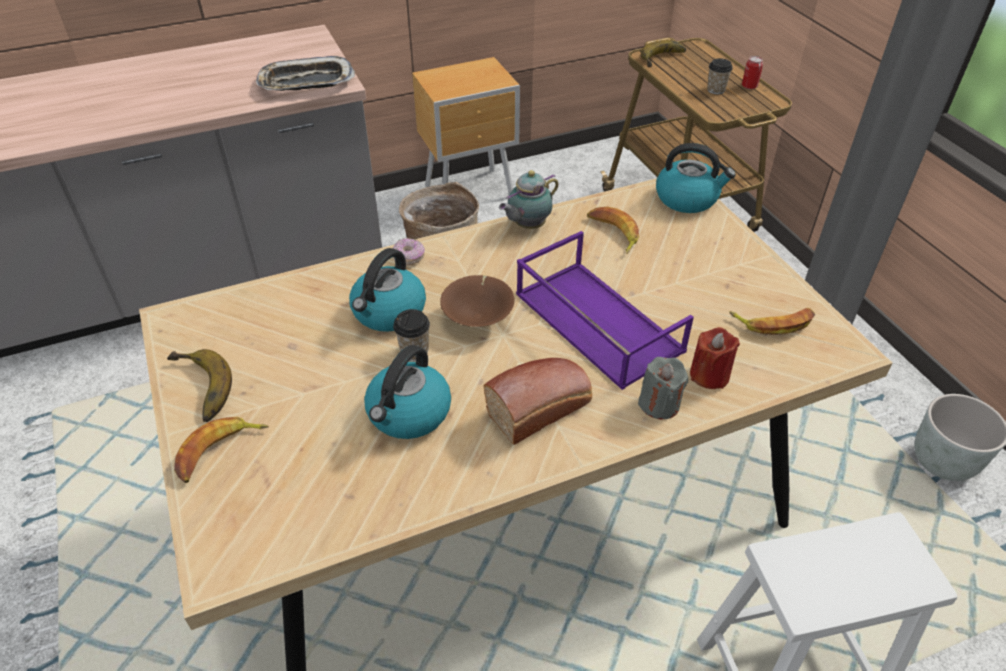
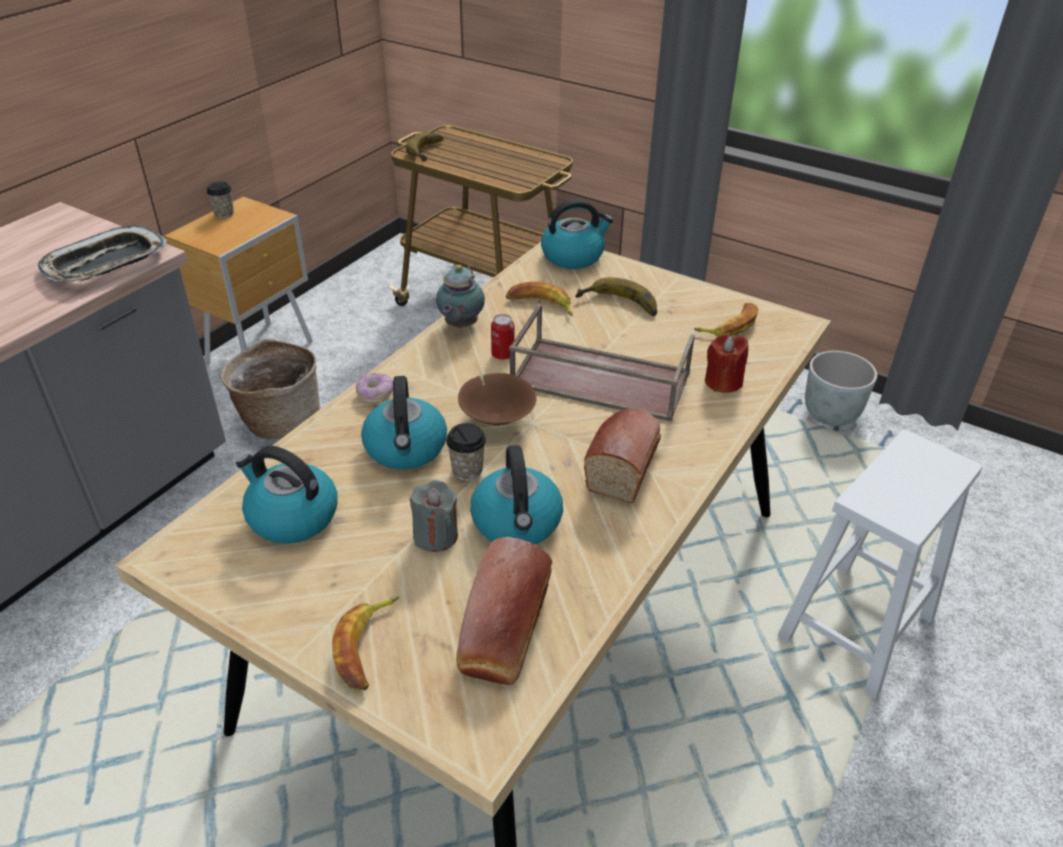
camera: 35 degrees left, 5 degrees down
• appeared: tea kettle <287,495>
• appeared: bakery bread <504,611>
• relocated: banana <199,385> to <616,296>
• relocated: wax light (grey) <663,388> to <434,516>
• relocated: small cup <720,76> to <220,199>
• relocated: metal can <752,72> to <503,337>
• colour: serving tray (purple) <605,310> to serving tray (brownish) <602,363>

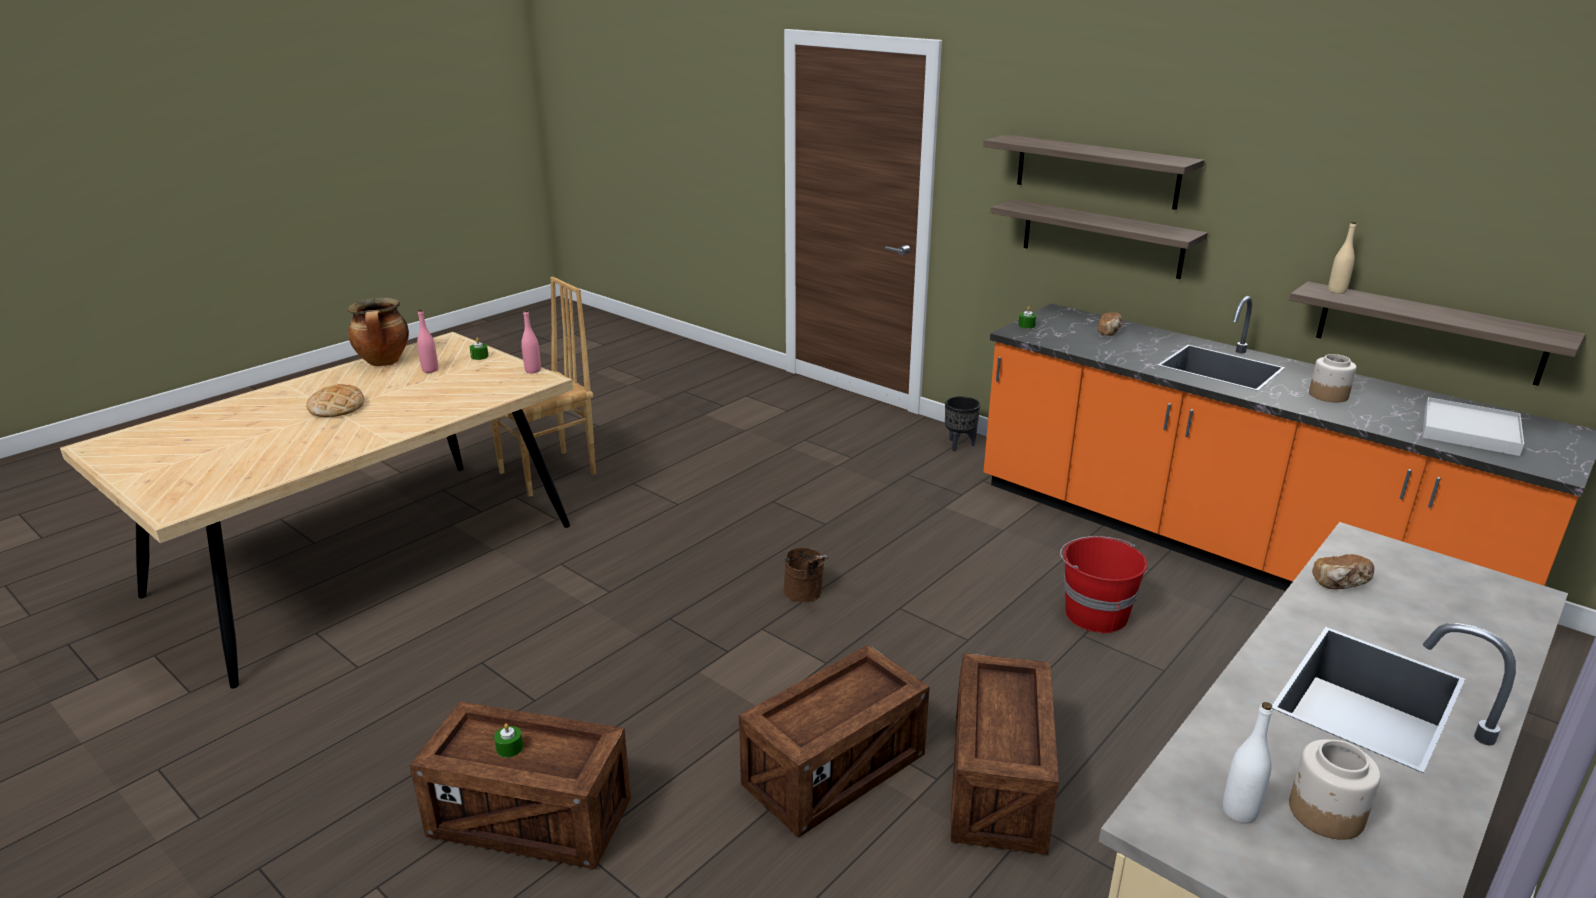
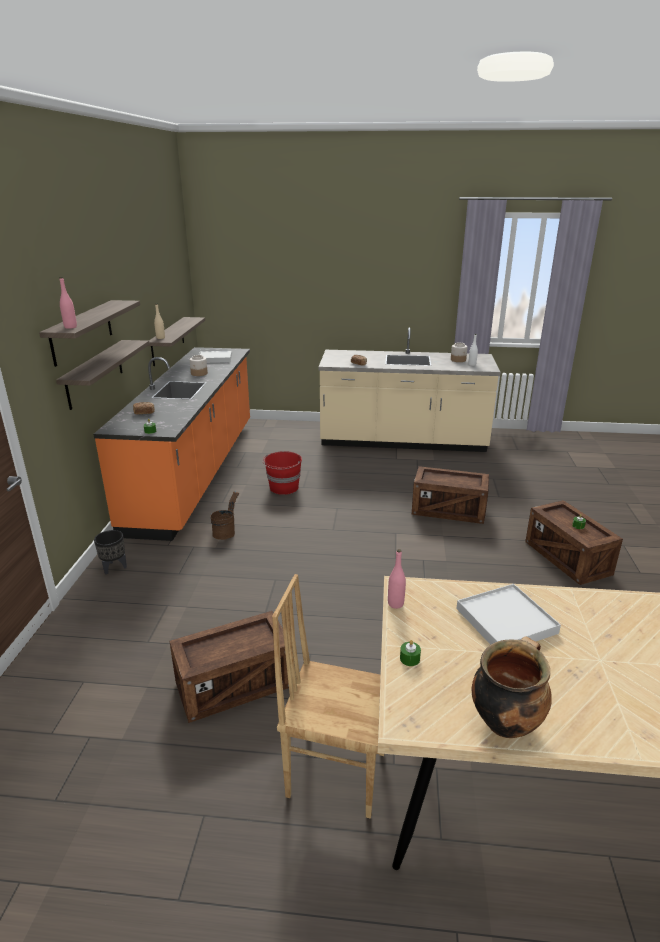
camera: 125 degrees left, 0 degrees up
• missing: bakery bread <335,400>
• appeared: serving tray (white-coloured) <508,614>
• relocated: drink bottle (pink) <427,341> to <68,303>
• relocated: bucket (brownish) <805,575> to <224,515>
• relocated: crate <1005,754> to <229,667>

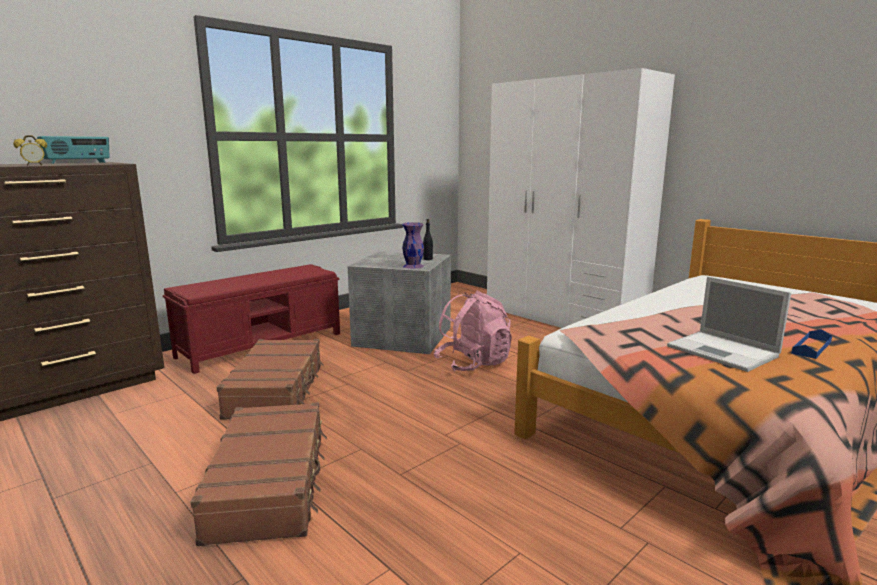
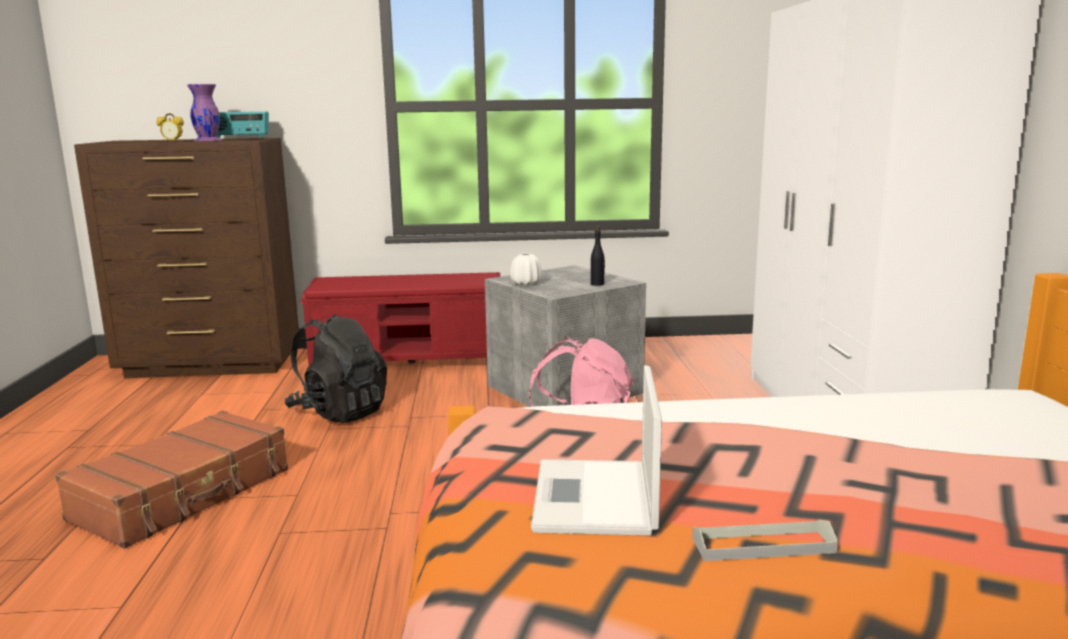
camera: 40 degrees right, 0 degrees up
• appeared: vase (white-coloured) <526,269>
• relocated: vase (purple) <413,245> to <204,112>
• exchanged: travel case (brownish) <270,379> to backpack (black-coloured) <336,368>
• colour: serving tray (blue) <811,344> to serving tray (grey) <765,540>

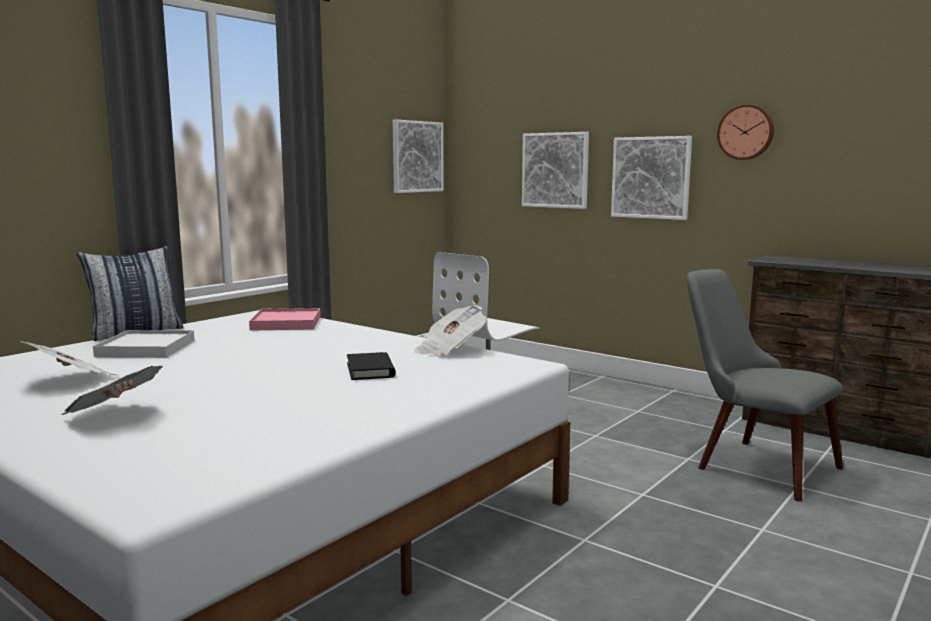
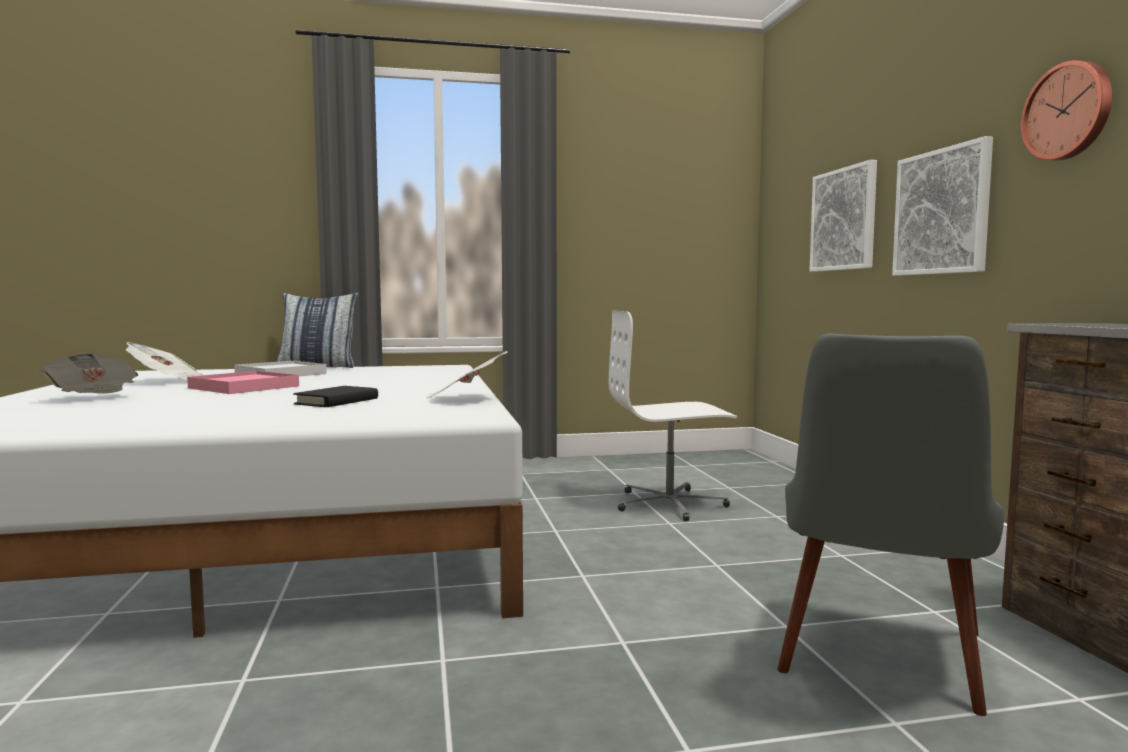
camera: 40 degrees right, 5 degrees down
• missing: wall picture <418,156>
• relocated: serving tray (pink) <285,319> to <243,382>
• spun: chair (grey) <764,385> = <890,525> 150 degrees counterclockwise

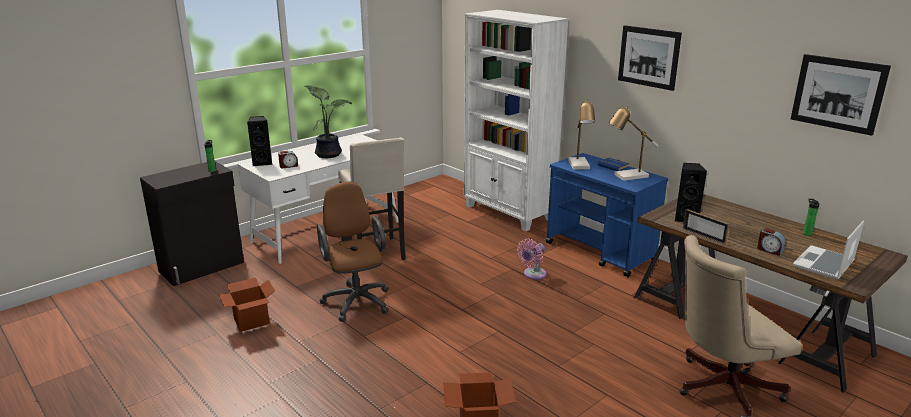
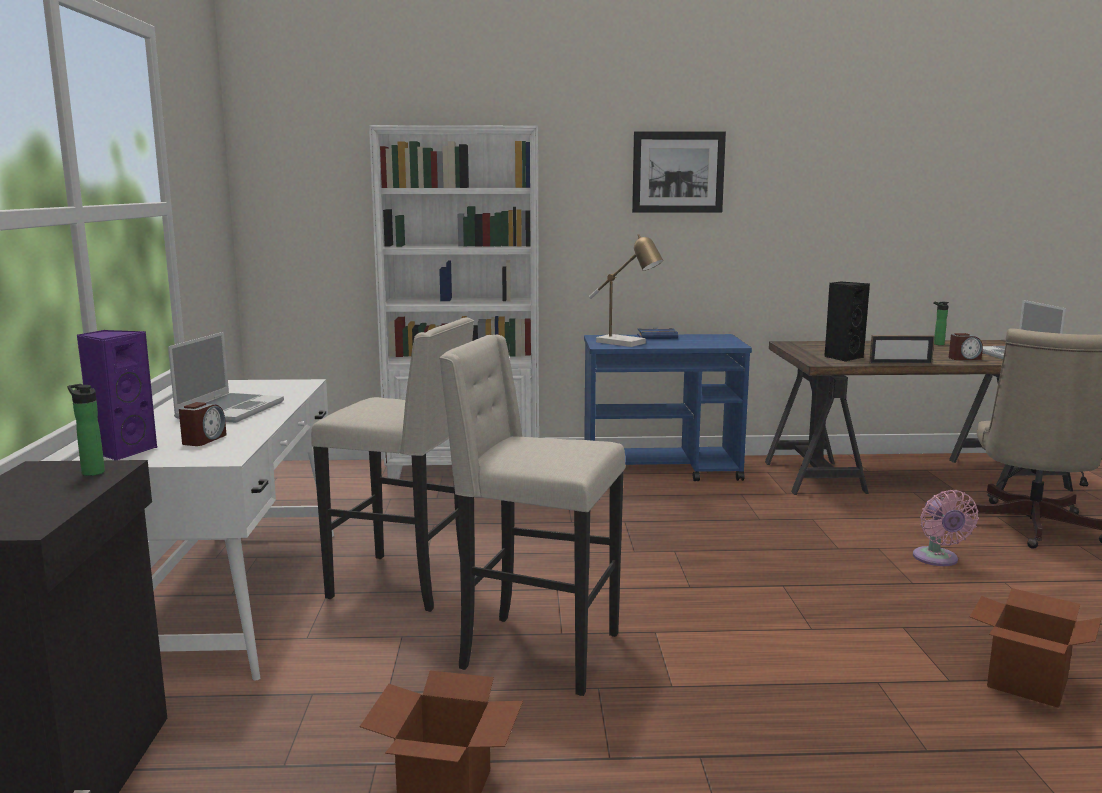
camera: 50 degrees left, 10 degrees down
• missing: table lamp <633,143>
• missing: wall picture <841,95>
• relocated: electric fan (pink) <532,259> to <946,528>
• exchanged: potted plant <328,121> to notebook computer <226,377>
• exchanged: office chair (brownish) <353,252> to sitting stool (sand-coloured) <532,515>
• colour: audio speaker (black-coloured) <259,141> to audio speaker (purple) <116,395>

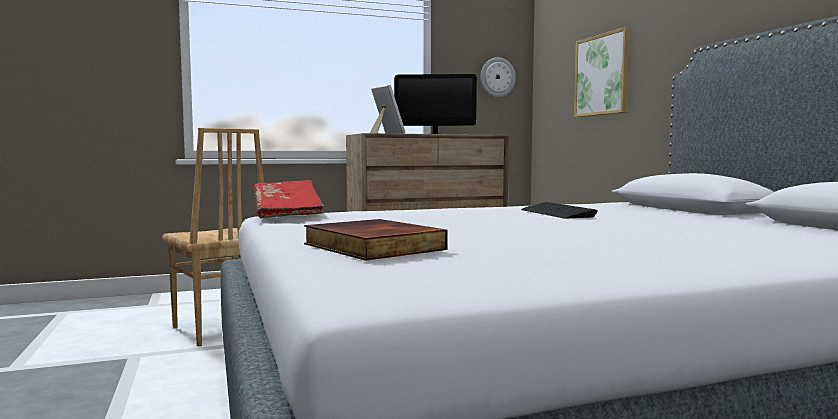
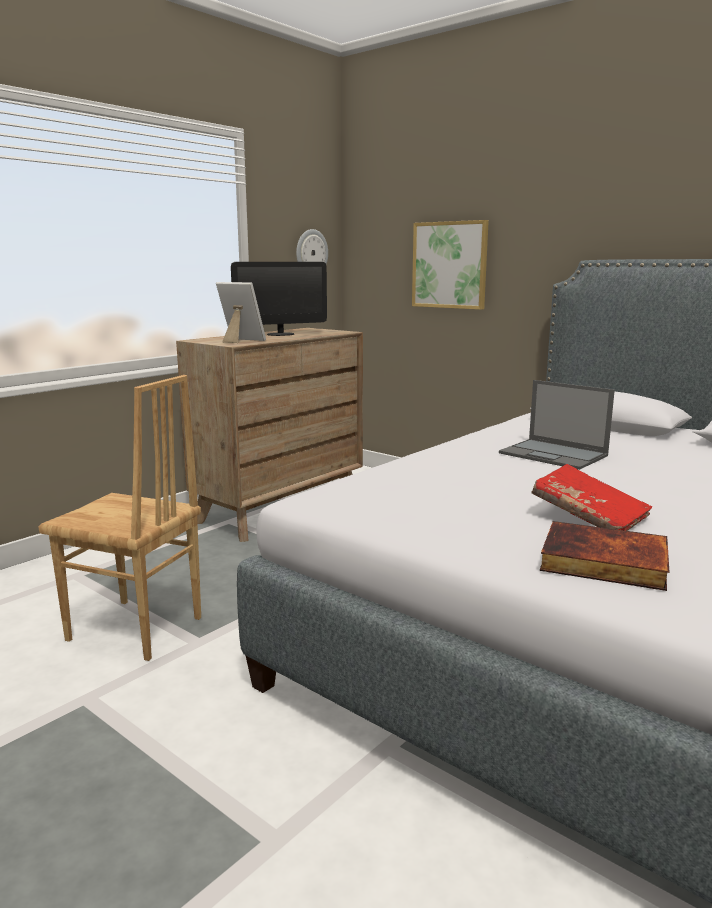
camera: 30 degrees left, 10 degrees up
• relocated: book (red-coloured) <288,199> to <591,497>
• exchanged: keyboard <559,210> to notebook computer <557,425>

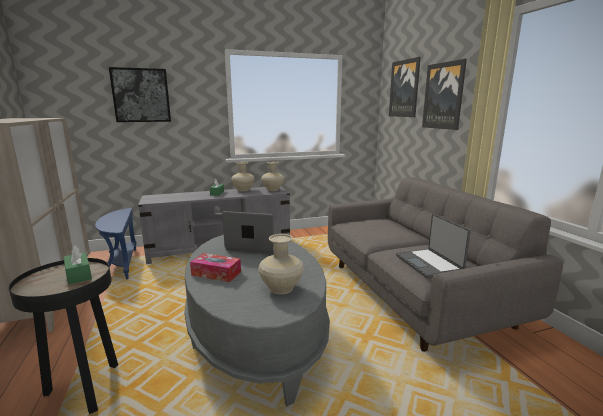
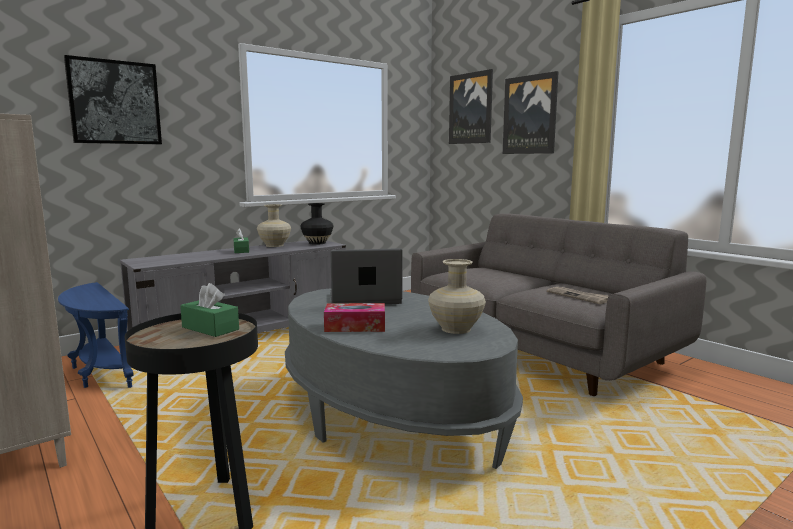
camera: 20 degrees left, 5 degrees down
• exchanged: notebook computer <433,246> to newspaper <578,295>
• colour: vase (sand-coloured) <272,176> to vase (black-coloured) <316,224>

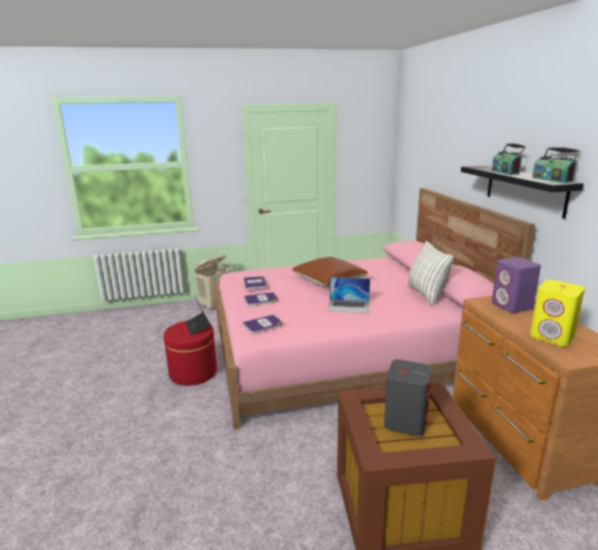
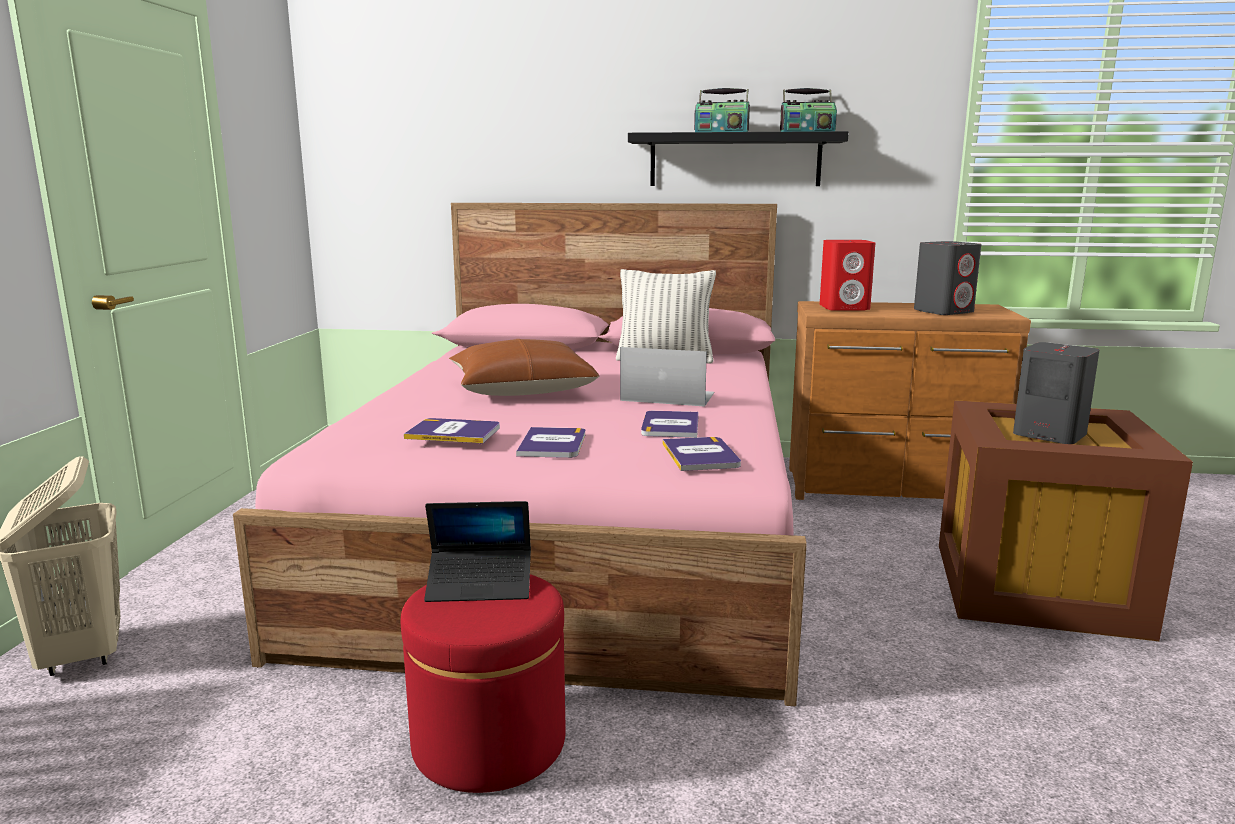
camera: 70 degrees left, 5 degrees down
• appeared: book <670,424>
• colour: audio speaker (purple) <516,285> to audio speaker (red-coloured) <847,275>
• colour: audio speaker (yellow-coloured) <557,313> to audio speaker (grey) <947,278>
• spun: notebook computer <348,295> = <667,376> 105 degrees counterclockwise

